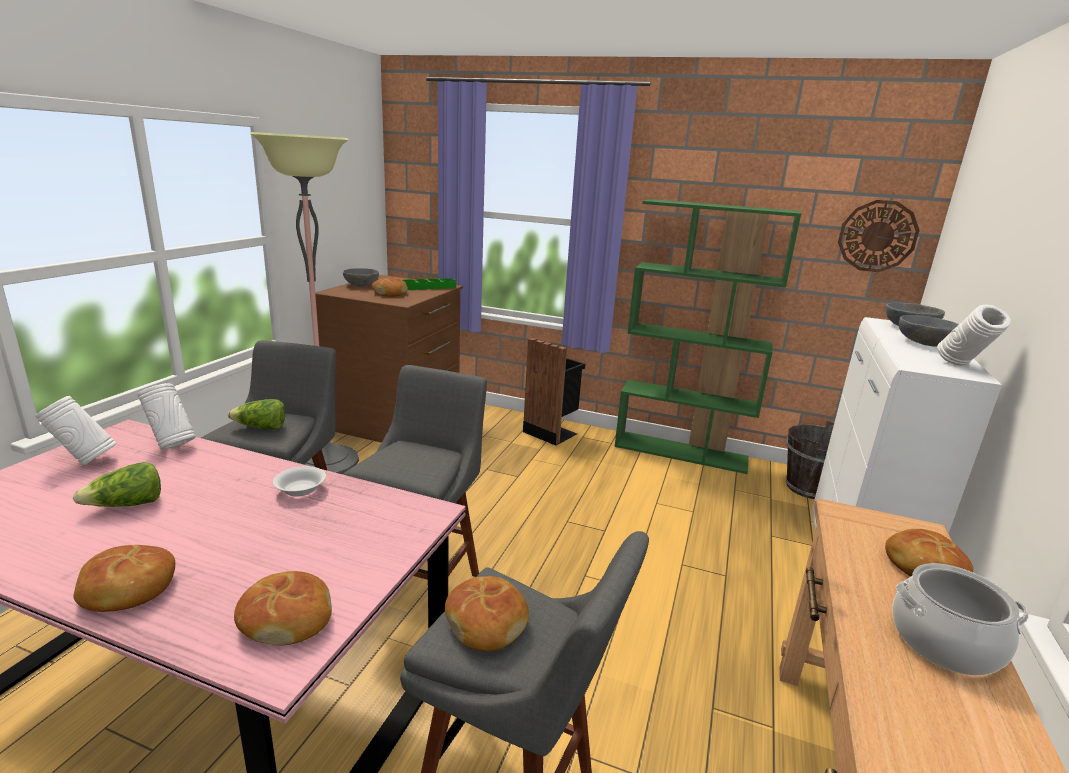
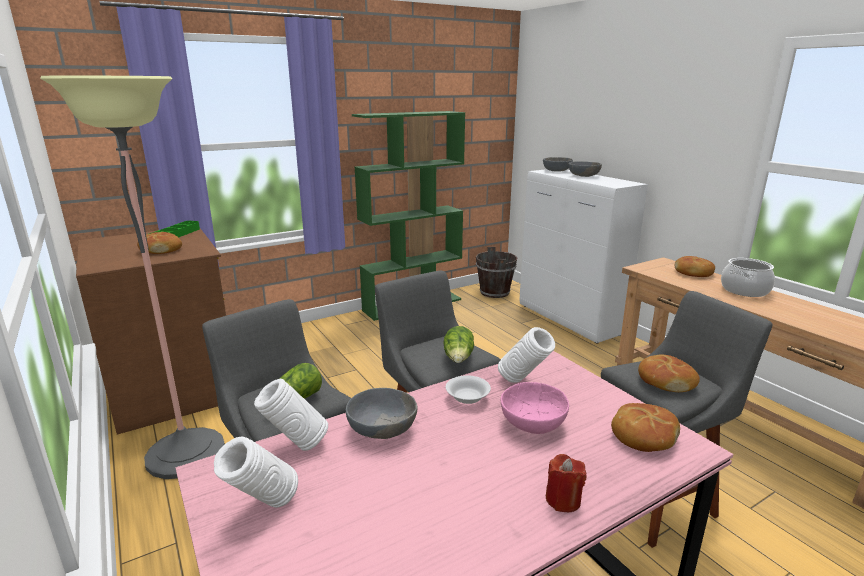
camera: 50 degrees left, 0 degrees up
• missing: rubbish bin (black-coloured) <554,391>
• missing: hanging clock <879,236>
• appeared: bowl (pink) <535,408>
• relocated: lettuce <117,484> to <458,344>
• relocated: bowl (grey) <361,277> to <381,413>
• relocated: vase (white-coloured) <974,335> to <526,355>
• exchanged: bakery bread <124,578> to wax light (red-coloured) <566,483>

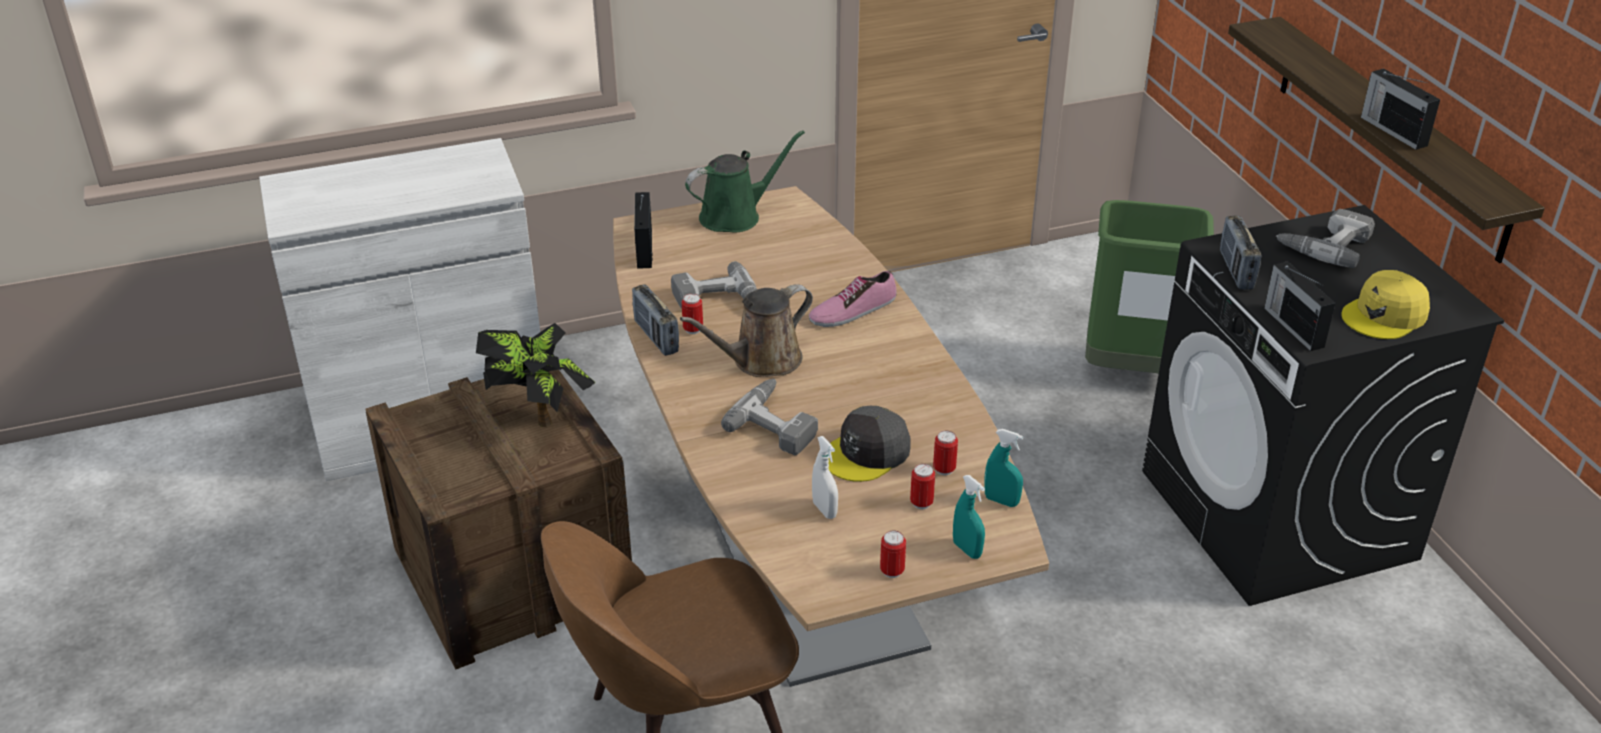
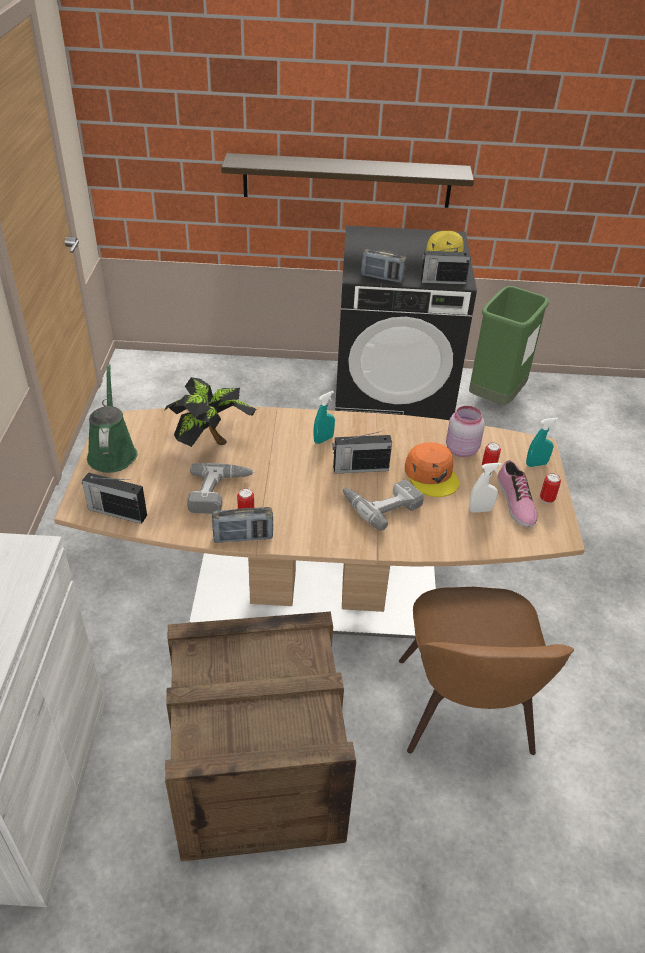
camera: 70 degrees left, 5 degrees up
• missing: watering pot (brownish) <746,330>
• missing: electric drill <1325,238>
• relocated: potted plant <535,375> to <210,412>
• relocated: item of footwear <853,299> to <517,494>
• relocated: spray bottle (turquoise-coloured) <1003,468> to <324,417>
• relocated: rubbish bin (green-coloured) <1149,286> to <509,345>
• relocated: radio set <1400,109> to <362,452>
• exchanged: metal can <945,453> to storage jar (pink) <465,431>
• colour: peaked cap (grey) <869,444> to peaked cap (orangey) <432,469>

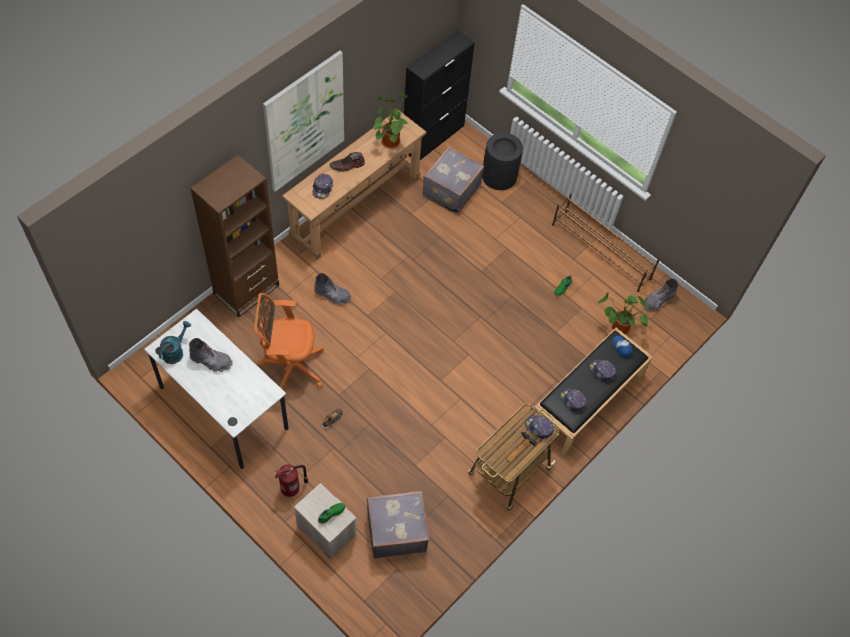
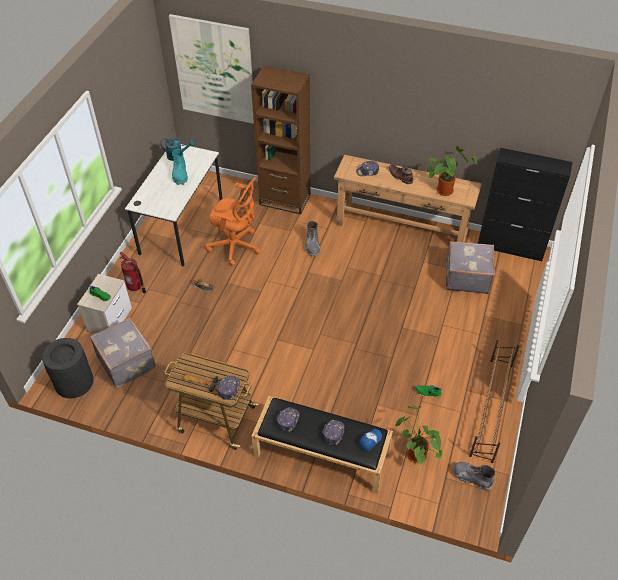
camera: 70 degrees right, 10 degrees down
• relocated: wall picture <303,121> to <211,69>
• relocated: rubbish bin (black-coloured) <502,161> to <68,368>
• colour: boot (grey) <211,355> to boot (turquoise-coloured) <180,167>
• spun: office chair (orangey) <289,341> = <233,221> 135 degrees clockwise

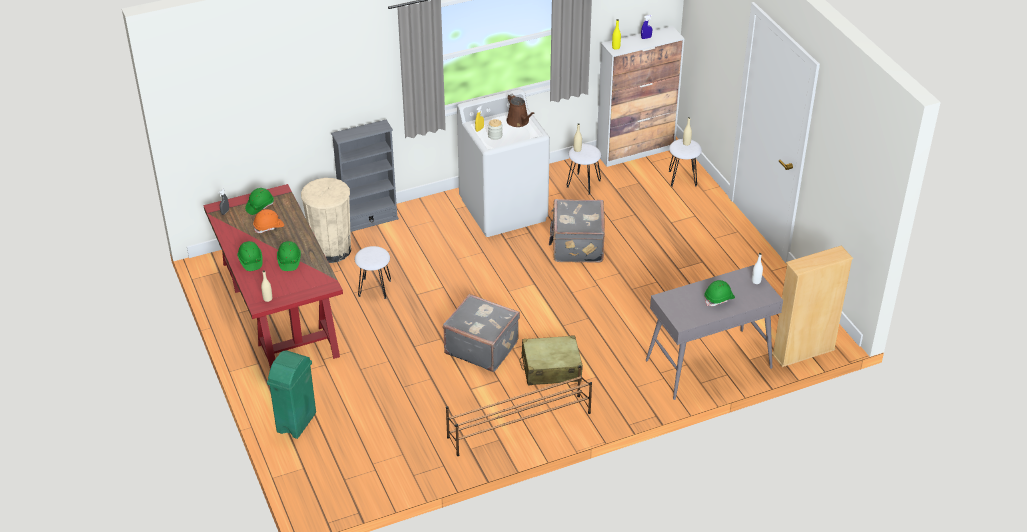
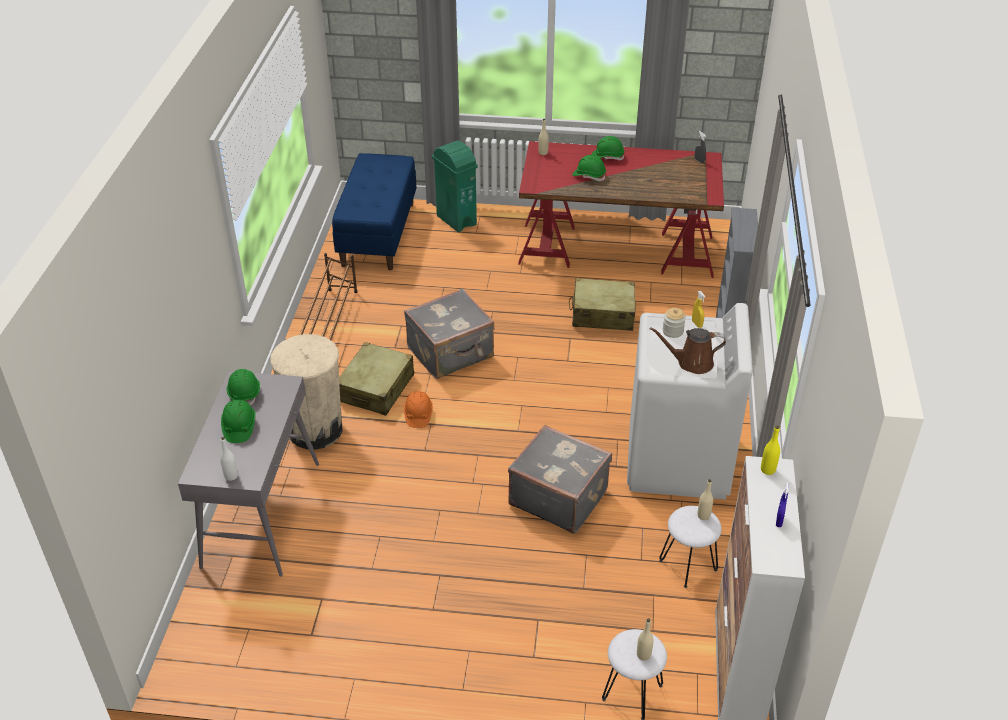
camera: 120 degrees right, 0 degrees up
• missing: shelving unit (sand-coloured) <812,306>
• appeared: long seat (blue) <374,211>
• relocated: hard hat (green-coloured) <259,201> to <243,387>
• relocated: hard hat (orangey) <268,221> to <418,409>
• relocated: rubbish bin (sand-coloured) <326,220> to <306,392>
• exchanged: sitting stool (white-coloured) <373,272> to travel case (sand-coloured) <602,304>

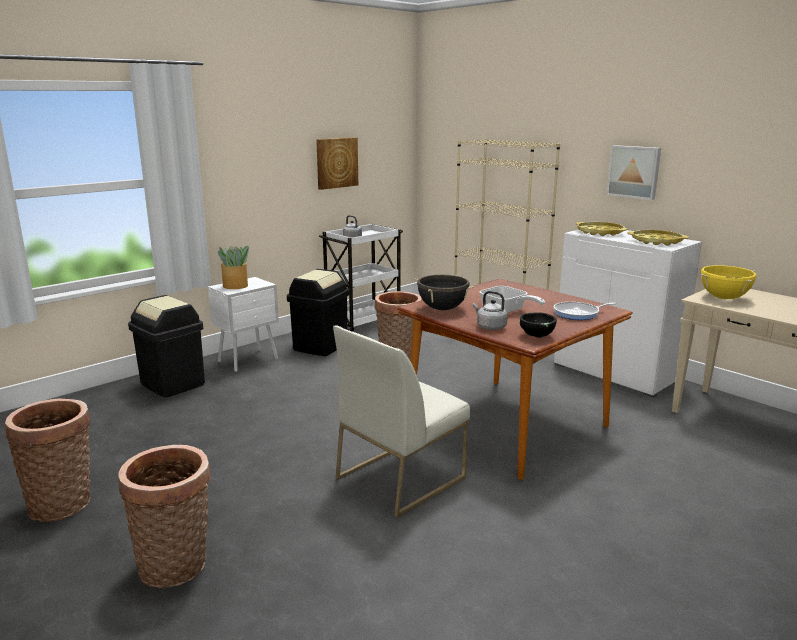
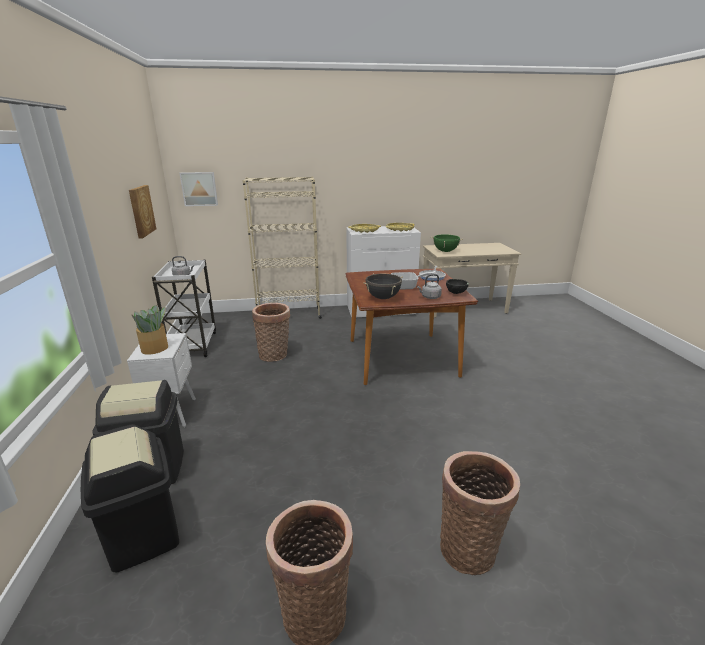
camera: 55 degrees left, 5 degrees up
• missing: chair (white-coloured) <401,421>
• relocated: rubbish bin (black-coloured) <318,312> to <130,498>
• relocated: wall picture <633,172> to <199,189>
• colour: saucepot (yellow-coloured) <728,282> to saucepot (green-coloured) <447,243>

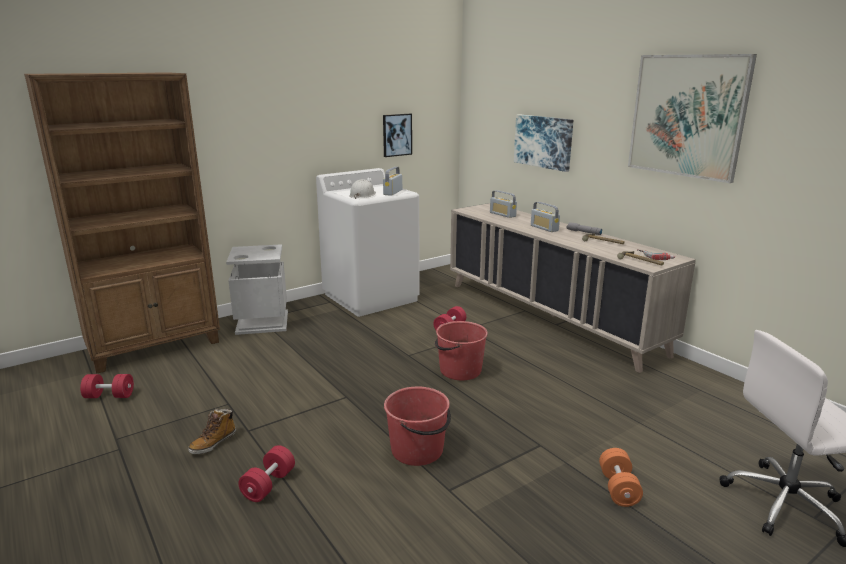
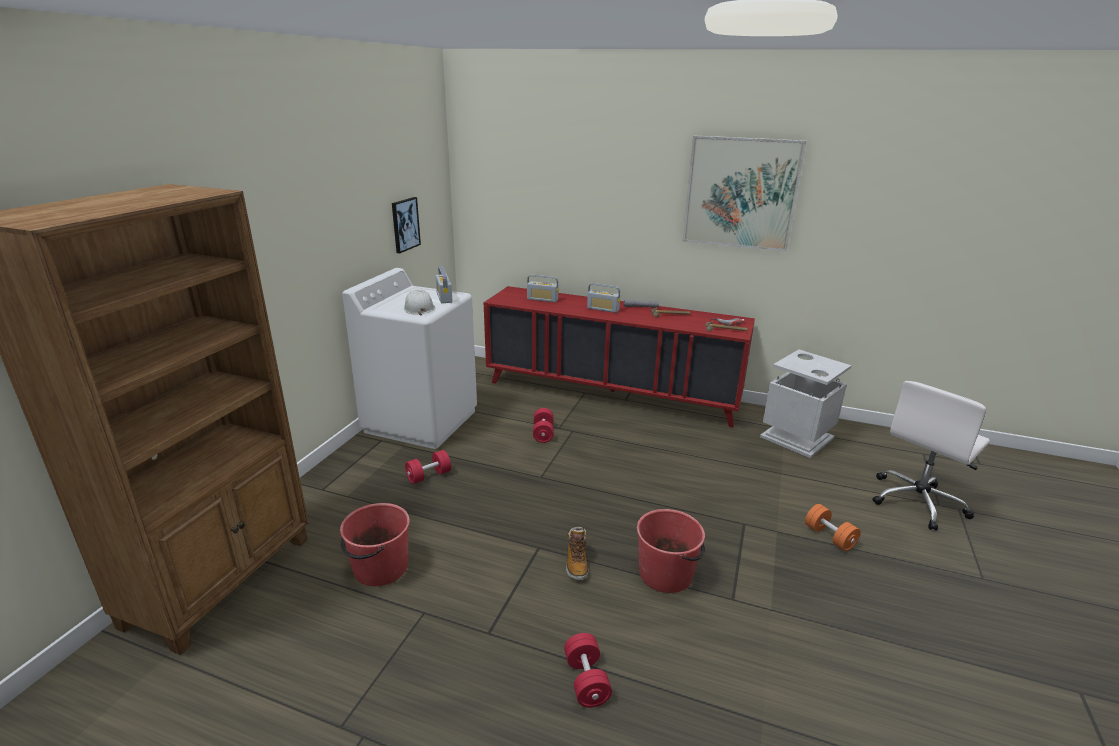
camera: 35 degrees left, 5 degrees up
• missing: wall picture <543,143>
• relocated: free weight (red-coloured) <107,386> to <428,467>
• relocated: boot <212,431> to <577,553>
• relocated: rubbish bin (grey) <257,289> to <806,403>
• relocated: bucket (red-coloured) <461,350> to <375,544>
• colour: cabinet (sand-coloured) <573,288> to cabinet (red-coloured) <619,357>

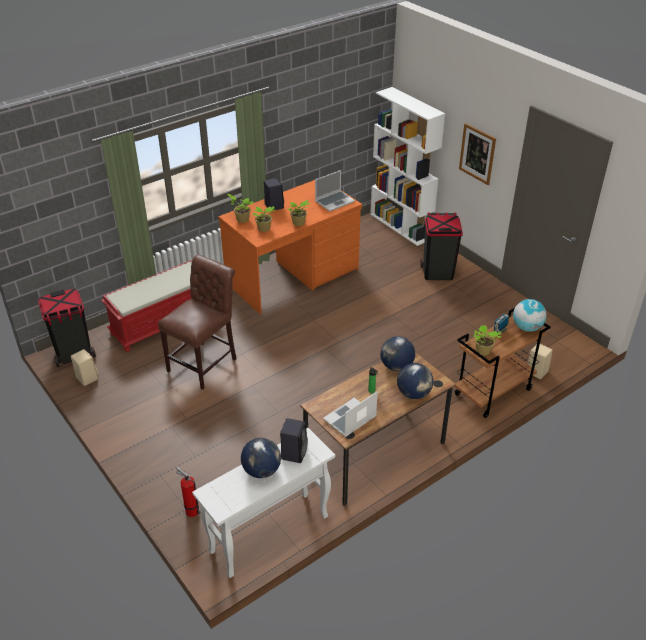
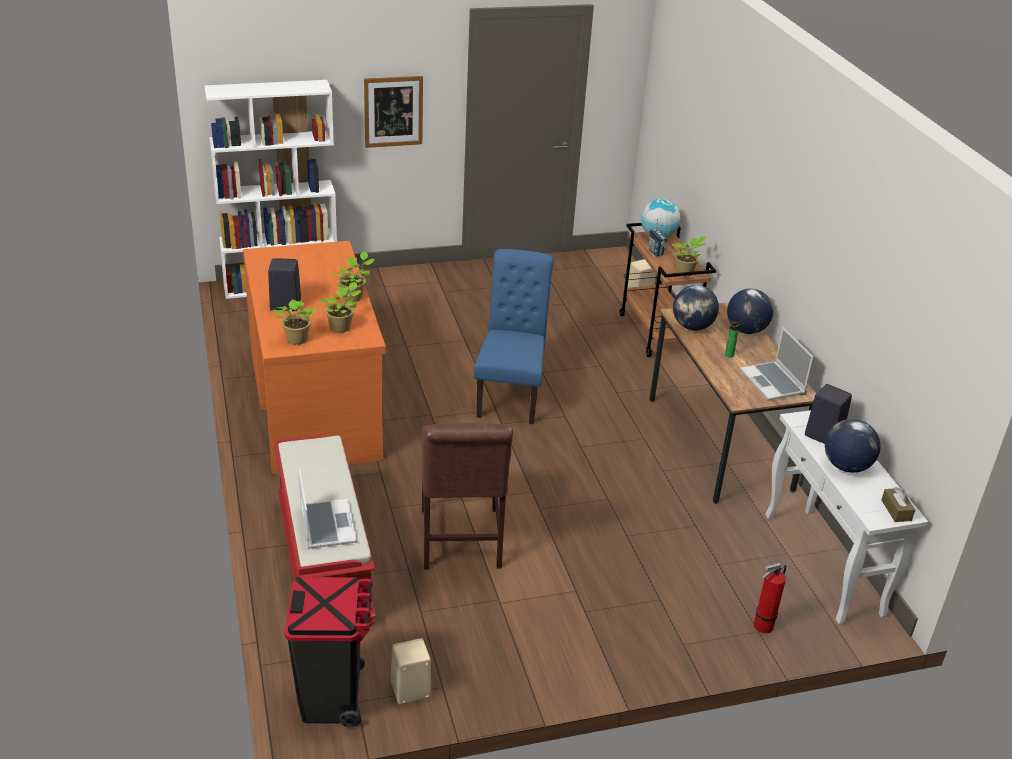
camera: 70 degrees left, 5 degrees down
• missing: rubbish bin (black-coloured) <441,246>
• appeared: chair (blue) <514,336>
• appeared: tissue box (brownish) <898,504>
• relocated: notebook computer <335,191> to <327,508>
• spun: chair (brownish) <197,322> = <467,496> 150 degrees counterclockwise

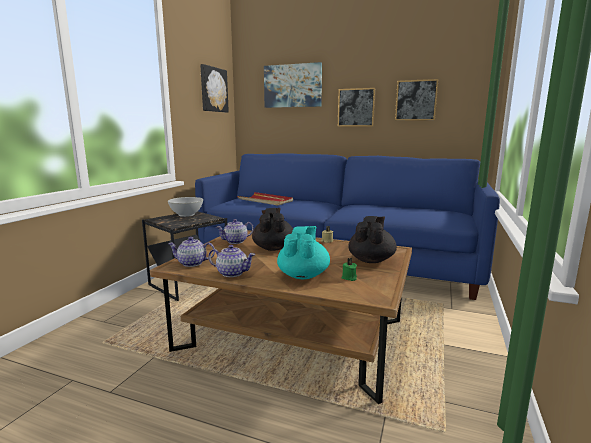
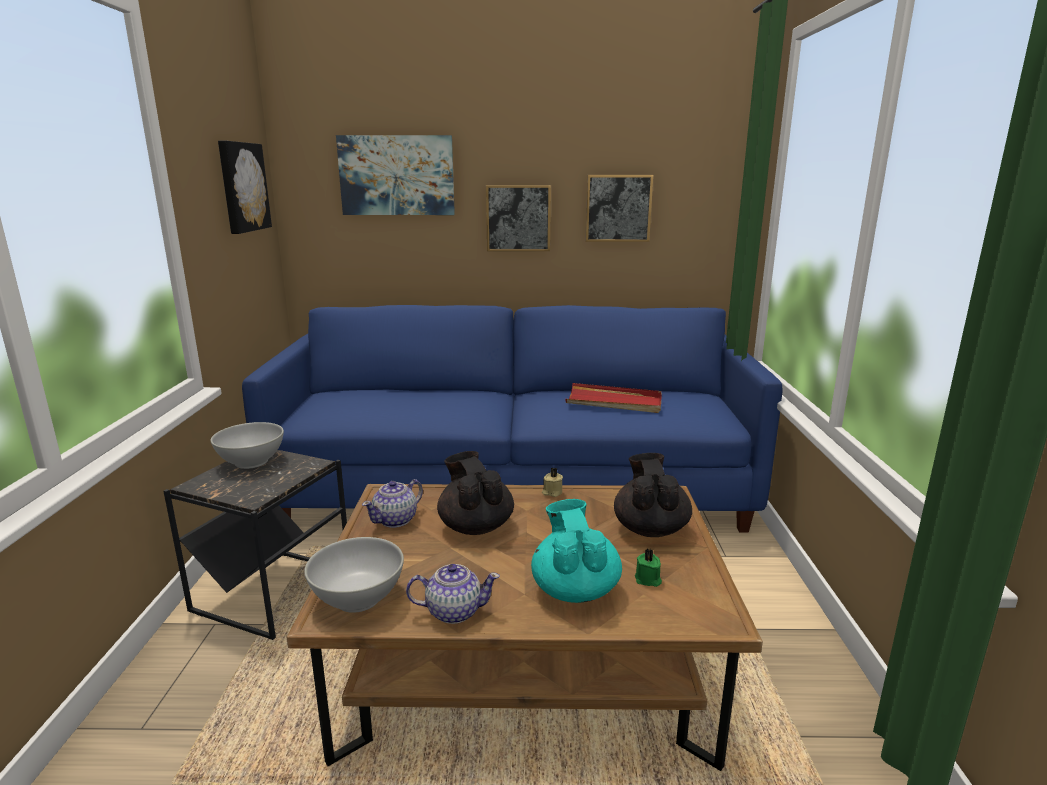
camera: 20 degrees left, 5 degrees up
• relocated: serving tray (red-coloured) <265,198> to <613,398>
• exchanged: teapot <191,252> to bowl (white-coloured) <354,575>

